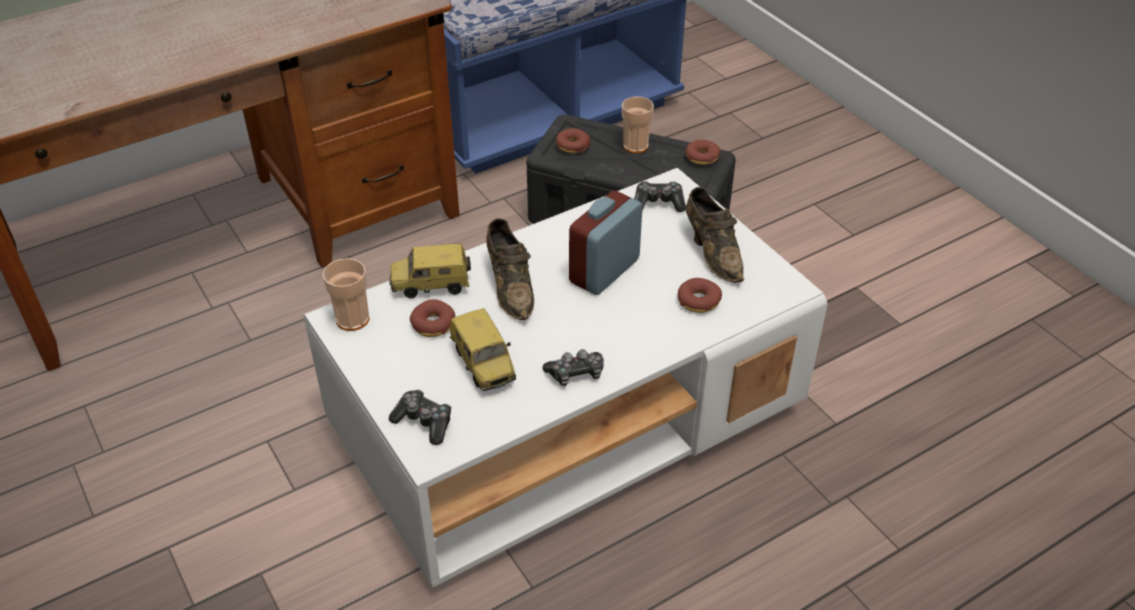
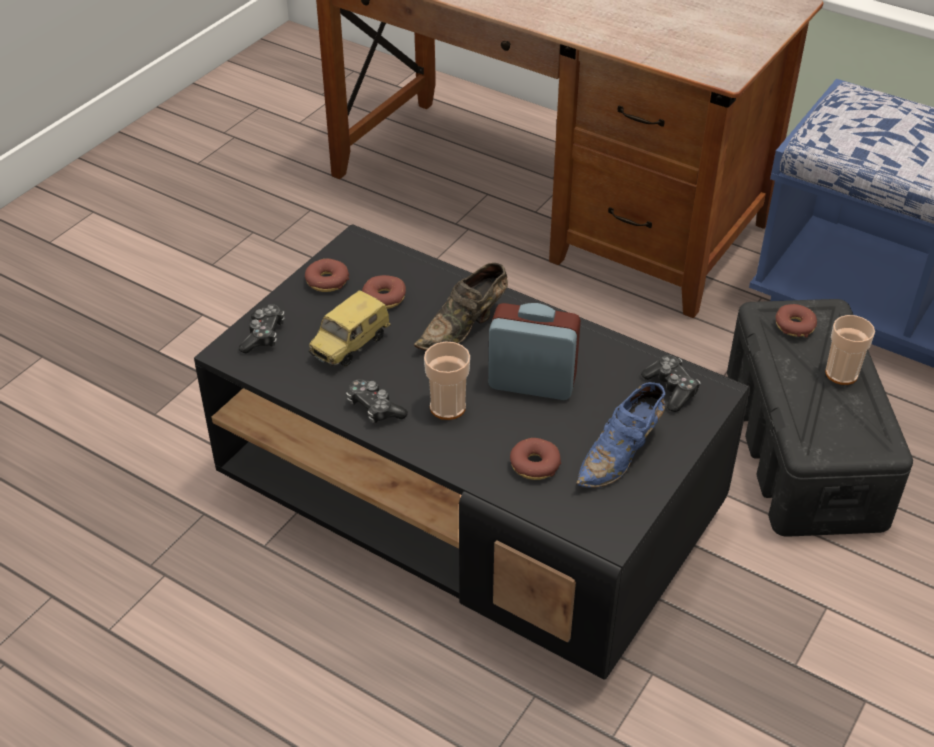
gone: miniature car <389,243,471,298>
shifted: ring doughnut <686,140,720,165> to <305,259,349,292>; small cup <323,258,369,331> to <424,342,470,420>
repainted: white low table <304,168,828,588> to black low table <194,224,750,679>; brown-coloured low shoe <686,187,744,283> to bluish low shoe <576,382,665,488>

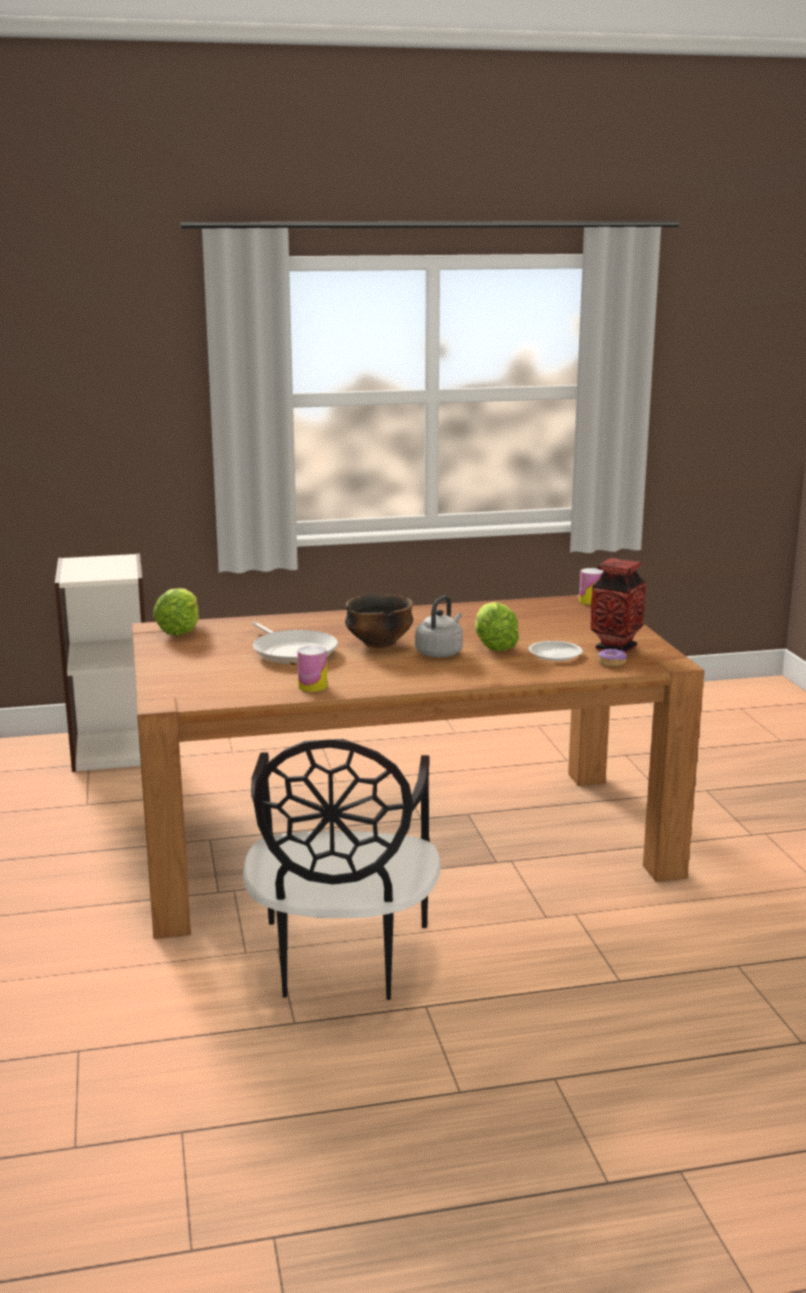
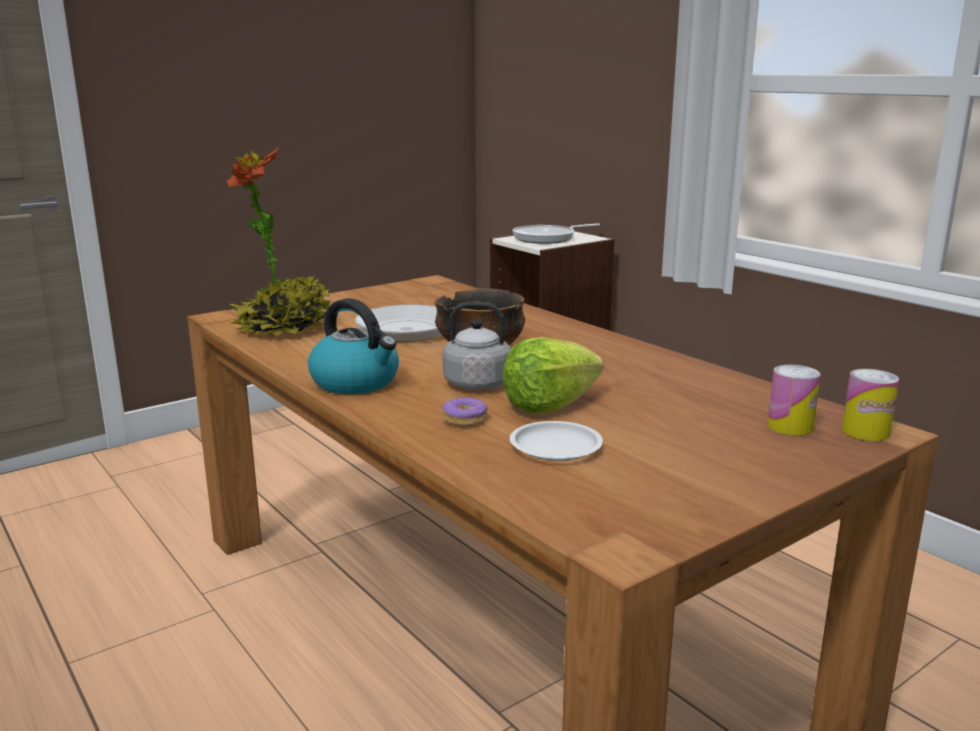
gone: head of lettuce <153,588,199,636>; black plain chair <243,739,441,1000>; flower vase <591,558,646,653>
new: potted plant <226,148,331,336>; kettle <308,298,399,394>; pan <513,224,600,244>
shifted: ring doughnut <598,649,627,667> to <443,397,488,427>; sealed can <297,646,327,692> to <768,365,821,436>

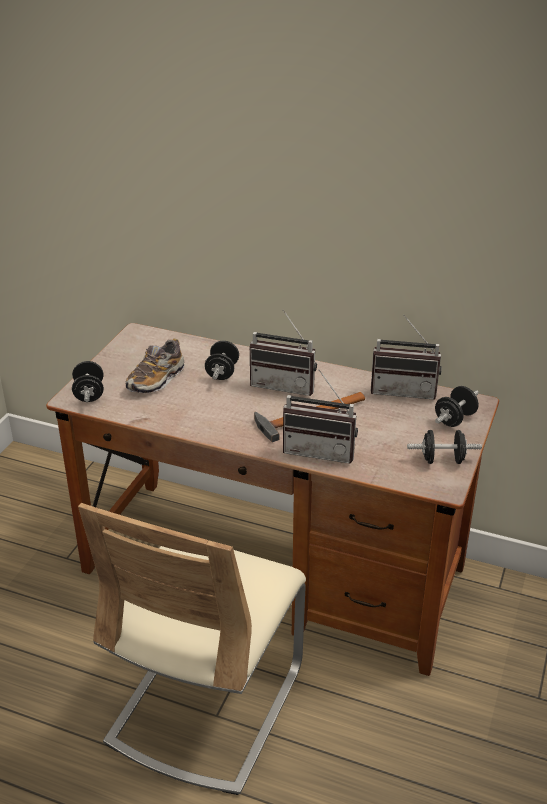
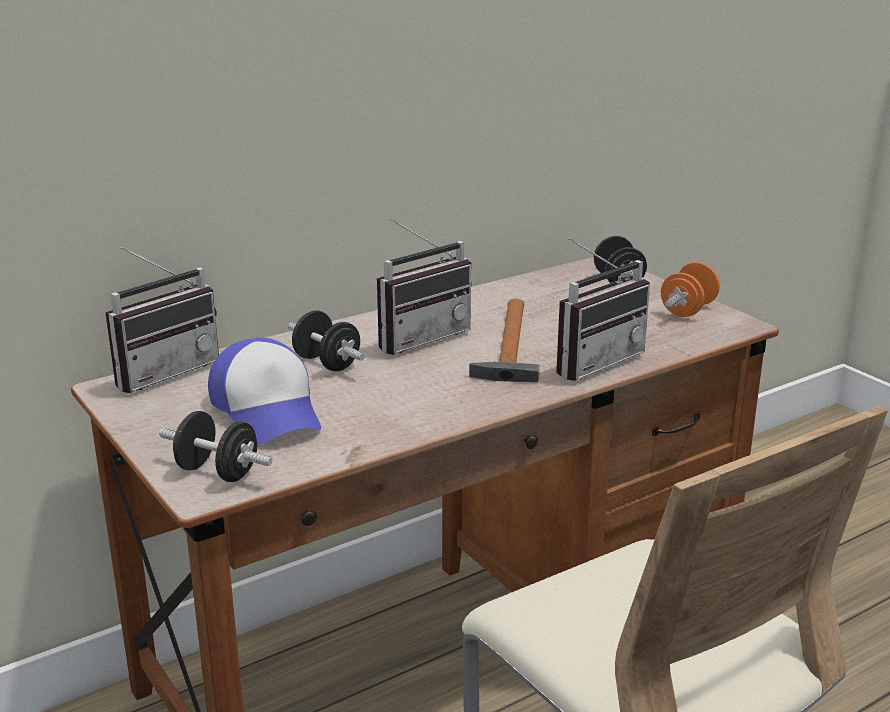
shifted: radio receiver <370,315,442,400> to <105,247,219,393>
swapped: low shoe <126,338,185,393> to cap <208,338,321,445>
repainted: black dumbbell <407,430,482,464> to orange dumbbell <661,262,720,317>

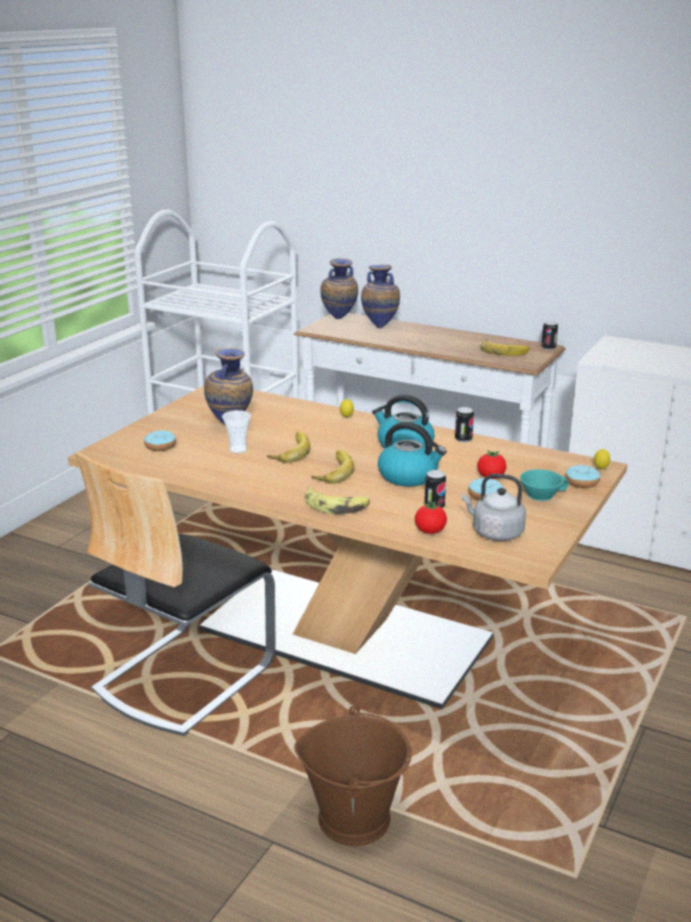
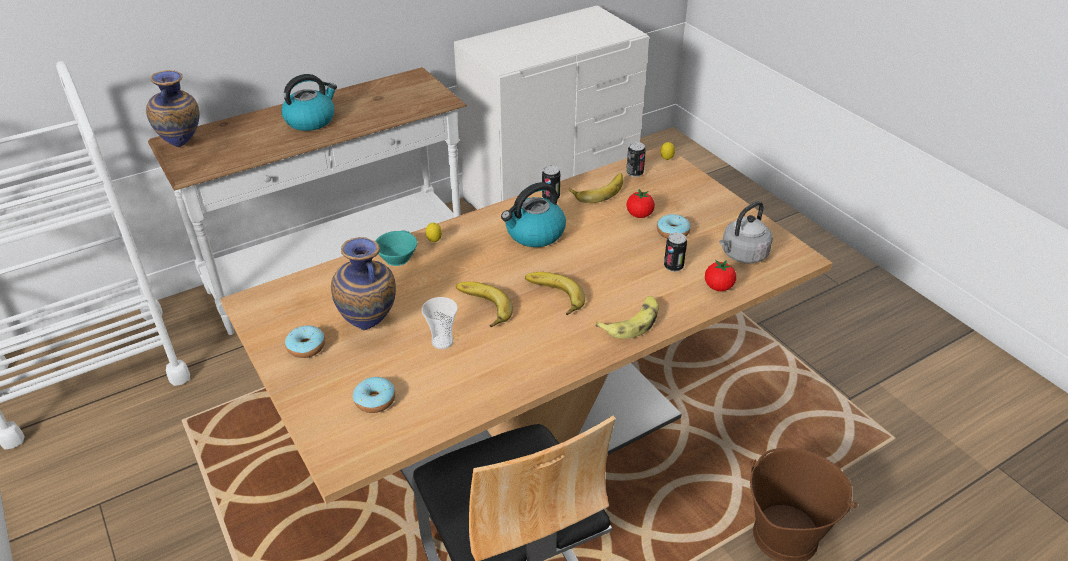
gone: flower vase <361,265,400,328>
shifted: kettle <378,422,446,486> to <281,74,337,131>; ring doughnut <565,465,600,488> to <285,326,325,358>; blue-green small cup <520,469,569,501> to <375,230,417,266>; banana fruit <480,340,529,356> to <569,173,623,203>; sealed can <541,321,558,350> to <626,142,646,177>

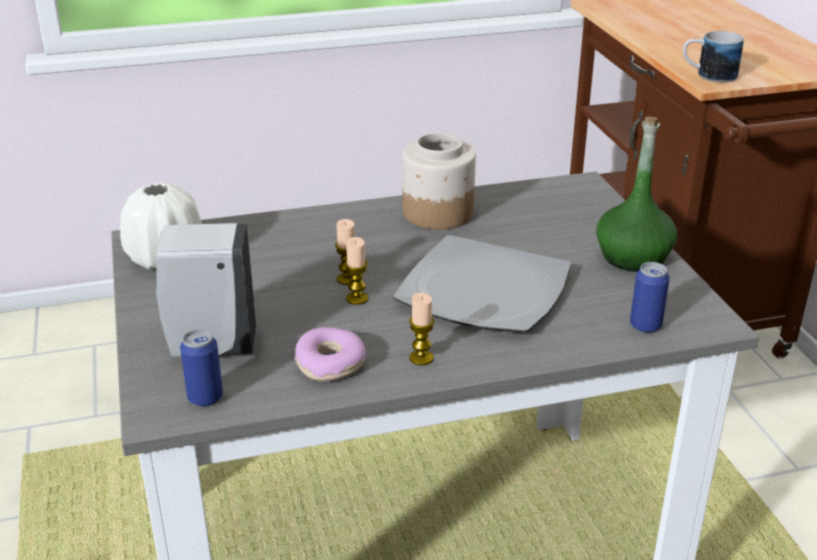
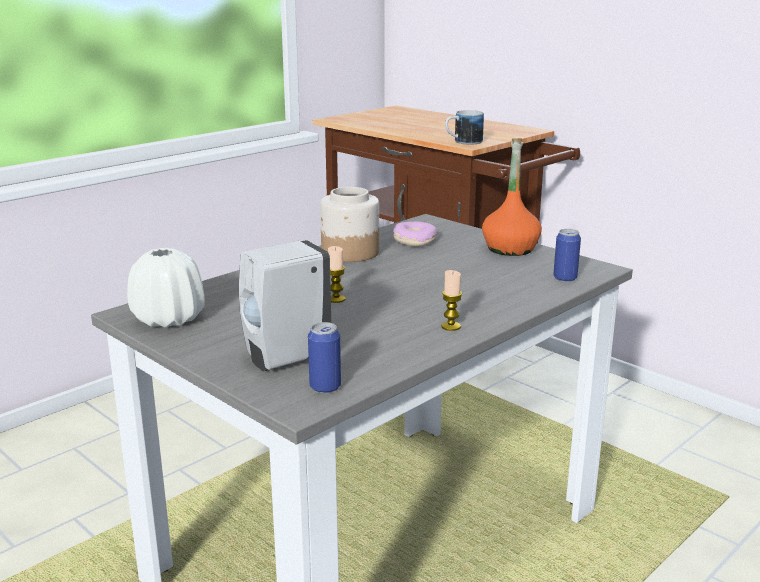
gone: wax candle <345,237,368,305>; plate <393,235,571,333>
shifted: ring doughnut <294,327,366,382> to <393,222,437,247>
repainted: greenish drink bottle <596,117,677,272> to orange drink bottle <482,138,542,256>

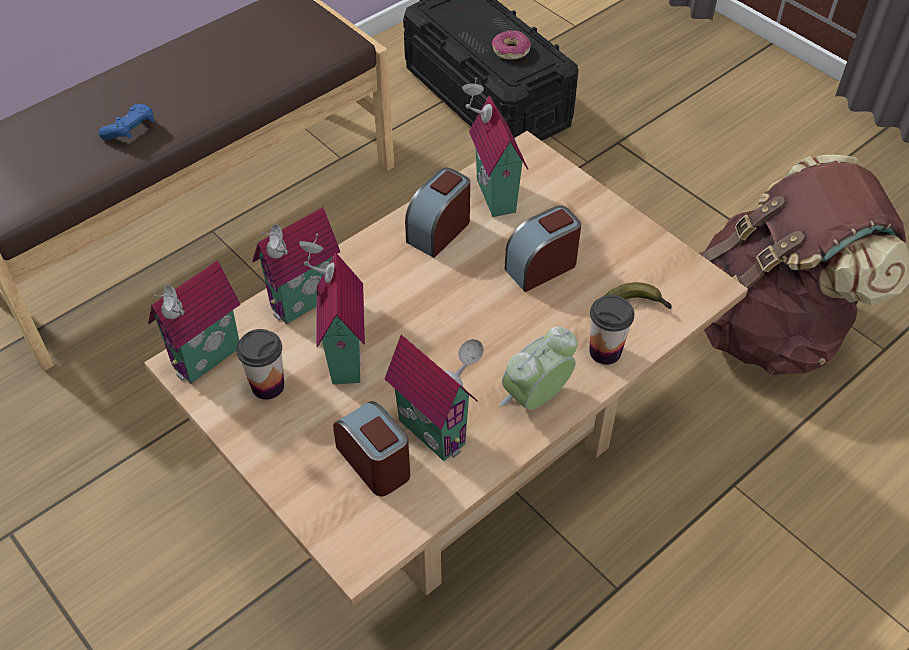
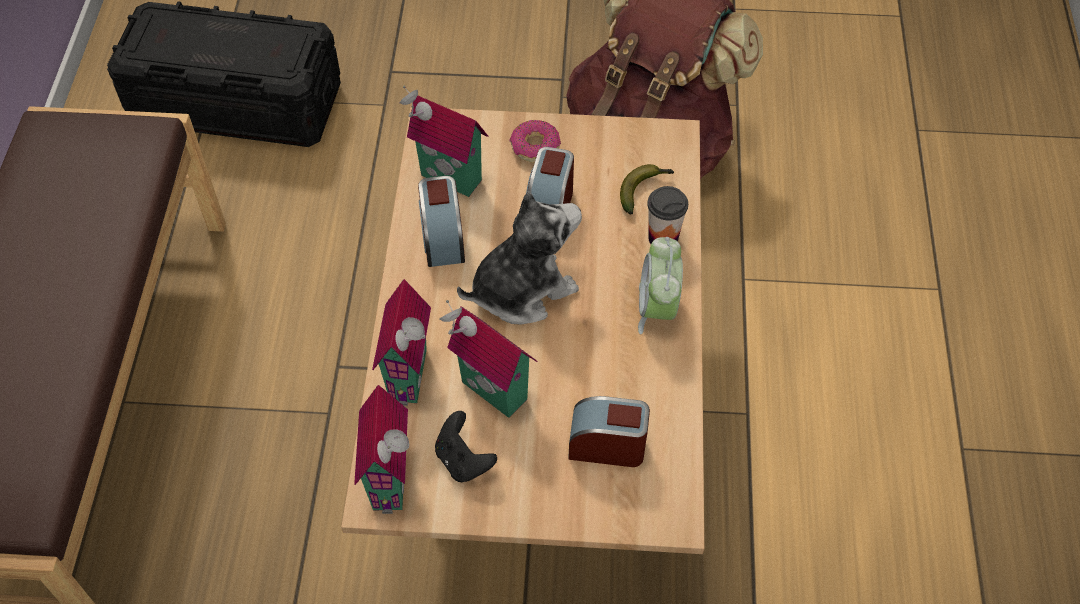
gone: bluish game controller <99,104,154,140>; toy house <385,334,484,461>
new: soft toy <457,191,582,325>
shifted: ring doughnut <492,30,531,60> to <510,120,561,163>
swapped: small cup <236,329,284,400> to black game controller <435,411,497,482>

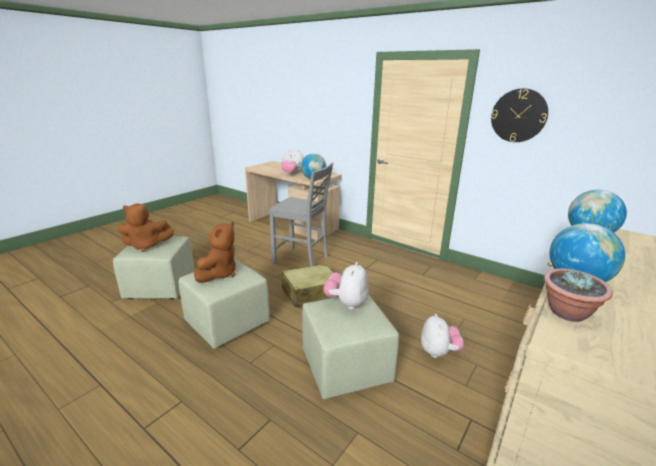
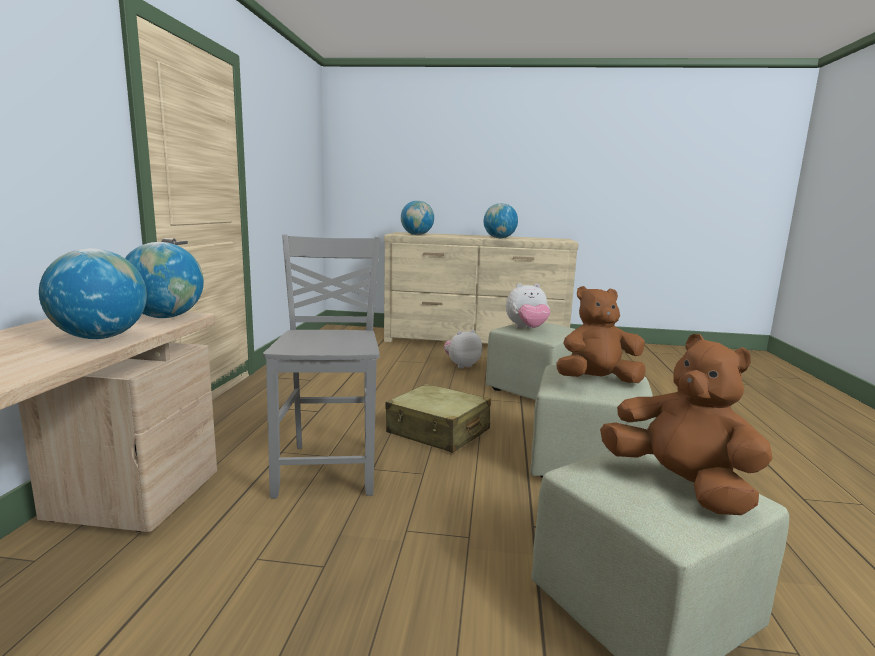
gone: wall clock <491,88,548,142>; potted plant <544,268,613,322>
swapped: soft toy <281,149,304,174> to globe <39,248,147,339>

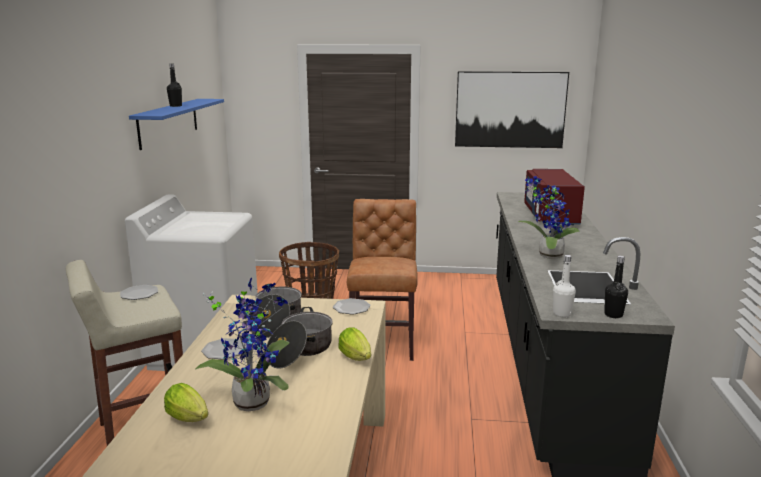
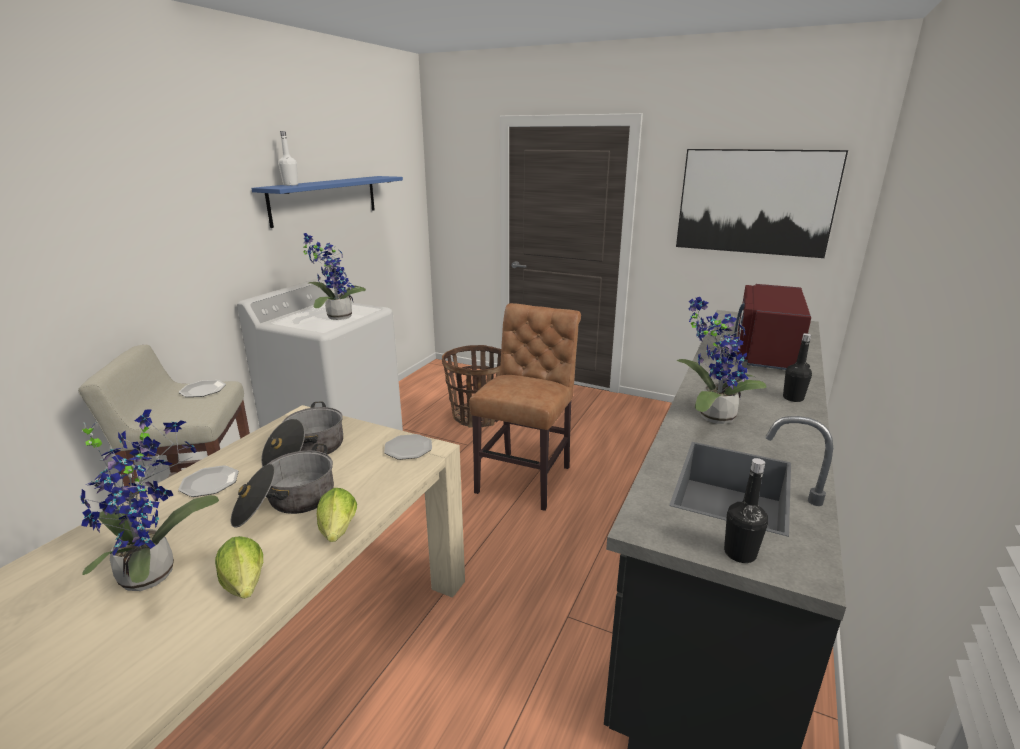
new: potted plant <303,233,366,320>
shifted: head of lettuce <164,383,208,422> to <215,536,263,599>; white drink bottle <553,255,576,317> to <278,131,298,186>; black drink bottle <167,63,182,107> to <783,333,812,402>

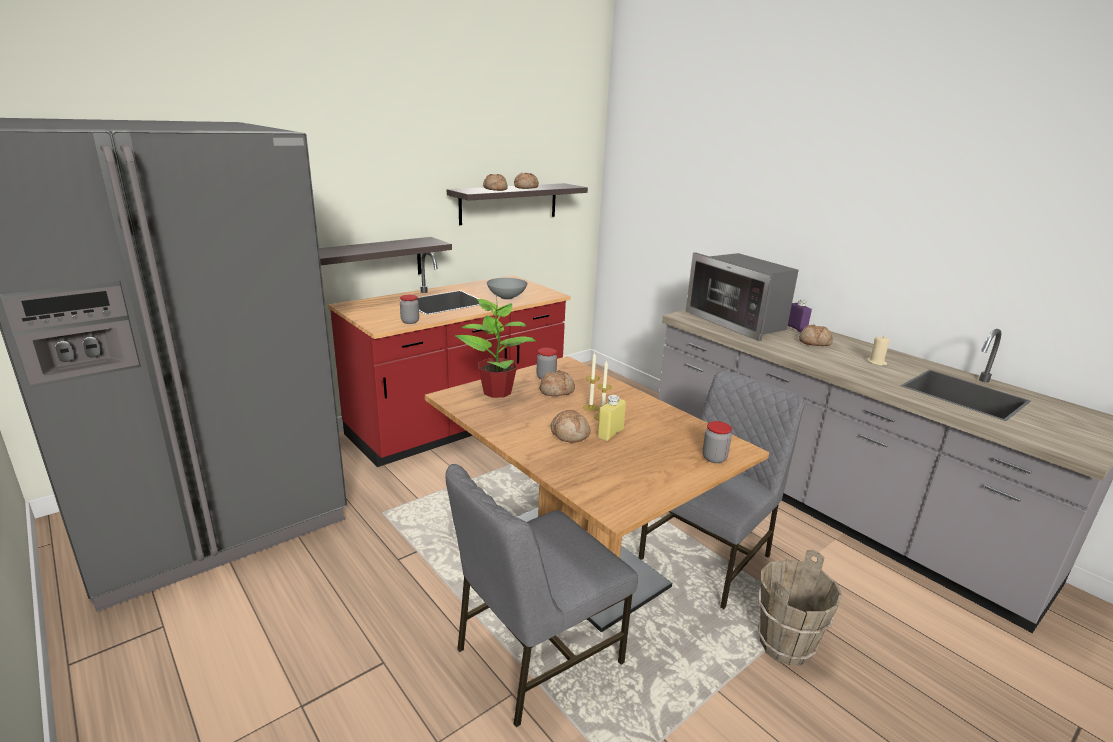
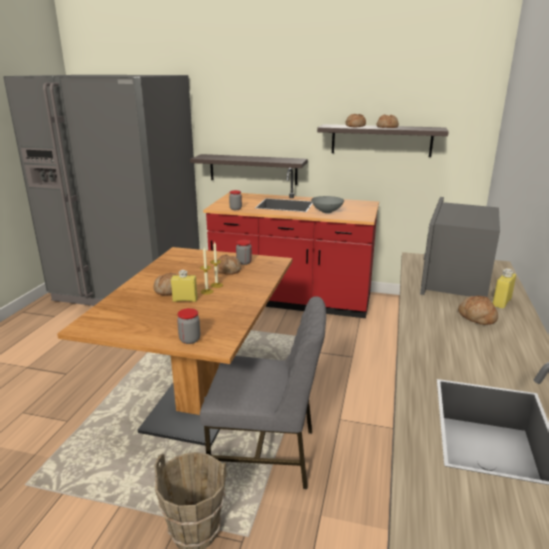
gone: greyish plain chair <445,464,638,727>; potted plant <455,293,536,398>; beige-coloured wax candle <867,336,890,366>
repainted: purple drink bottle <788,299,812,333> to yellow drink bottle <493,268,516,309>

